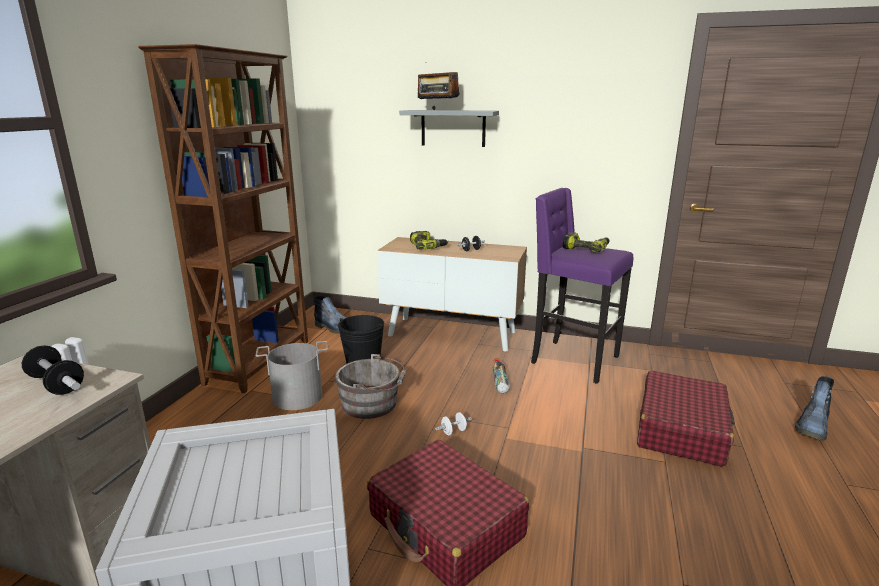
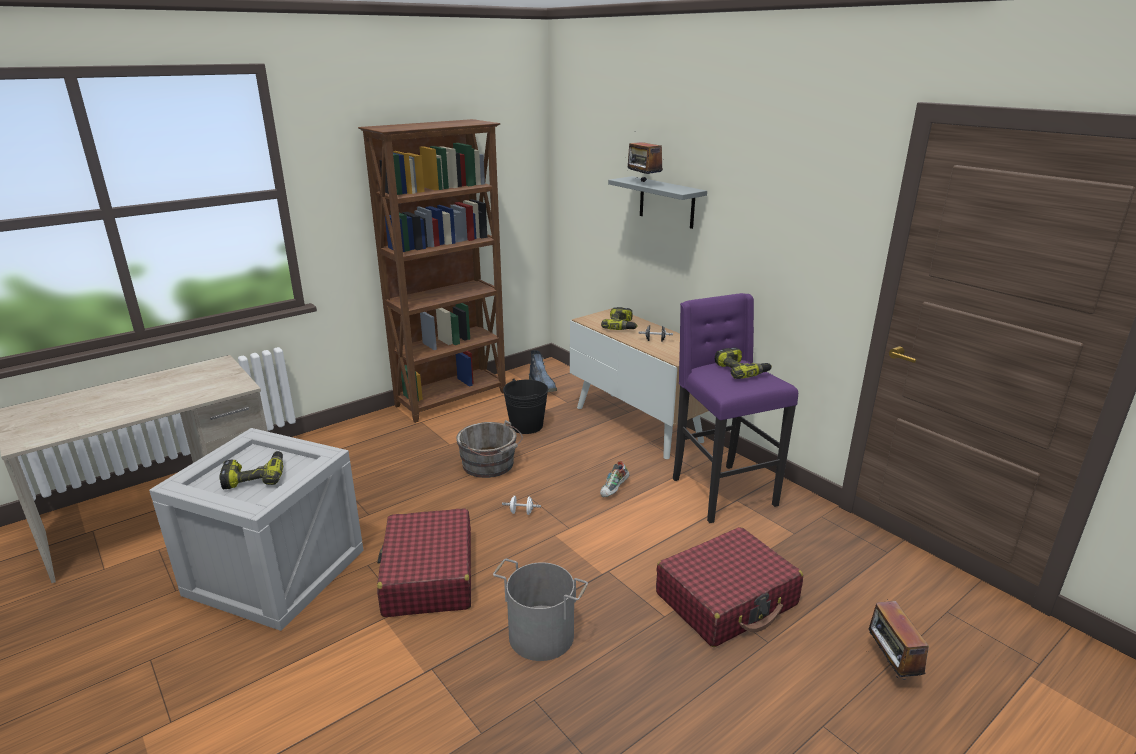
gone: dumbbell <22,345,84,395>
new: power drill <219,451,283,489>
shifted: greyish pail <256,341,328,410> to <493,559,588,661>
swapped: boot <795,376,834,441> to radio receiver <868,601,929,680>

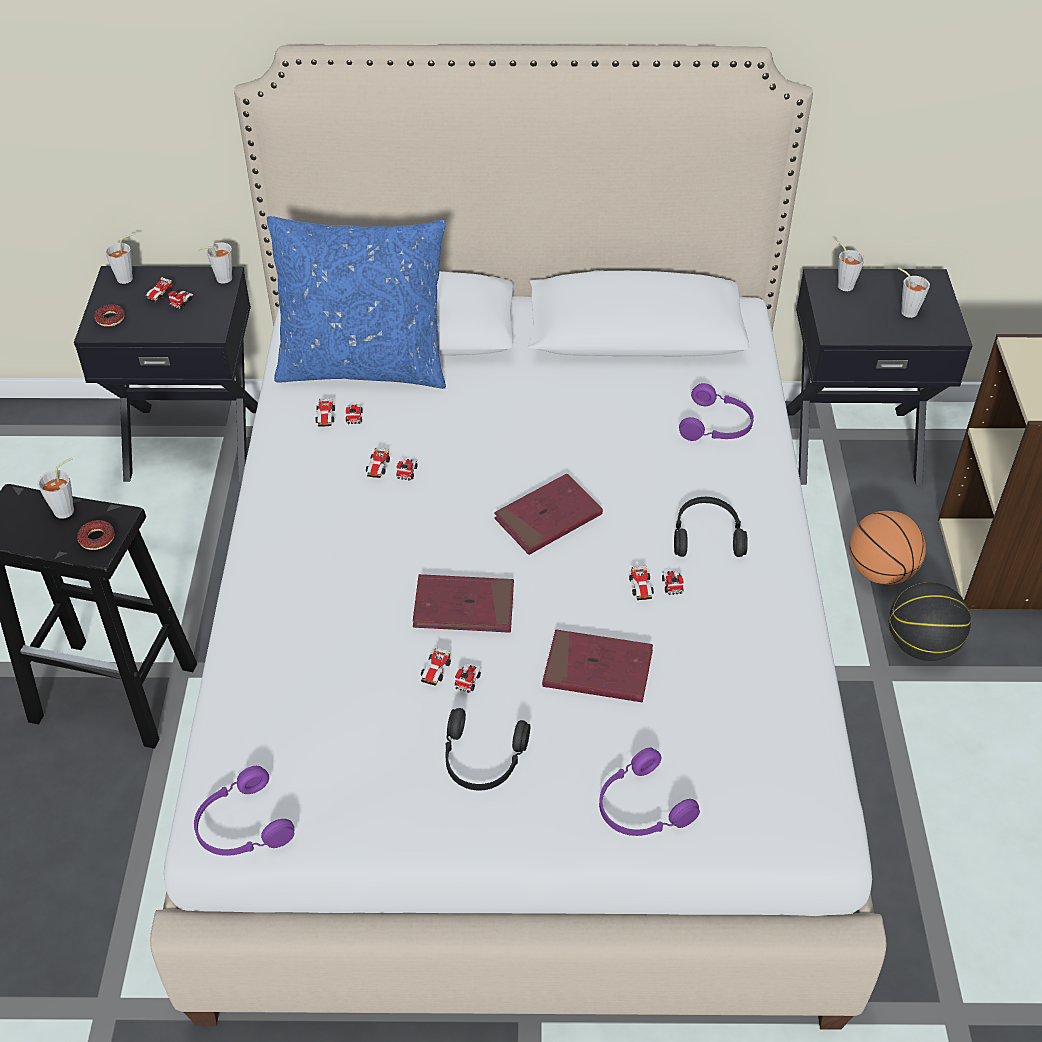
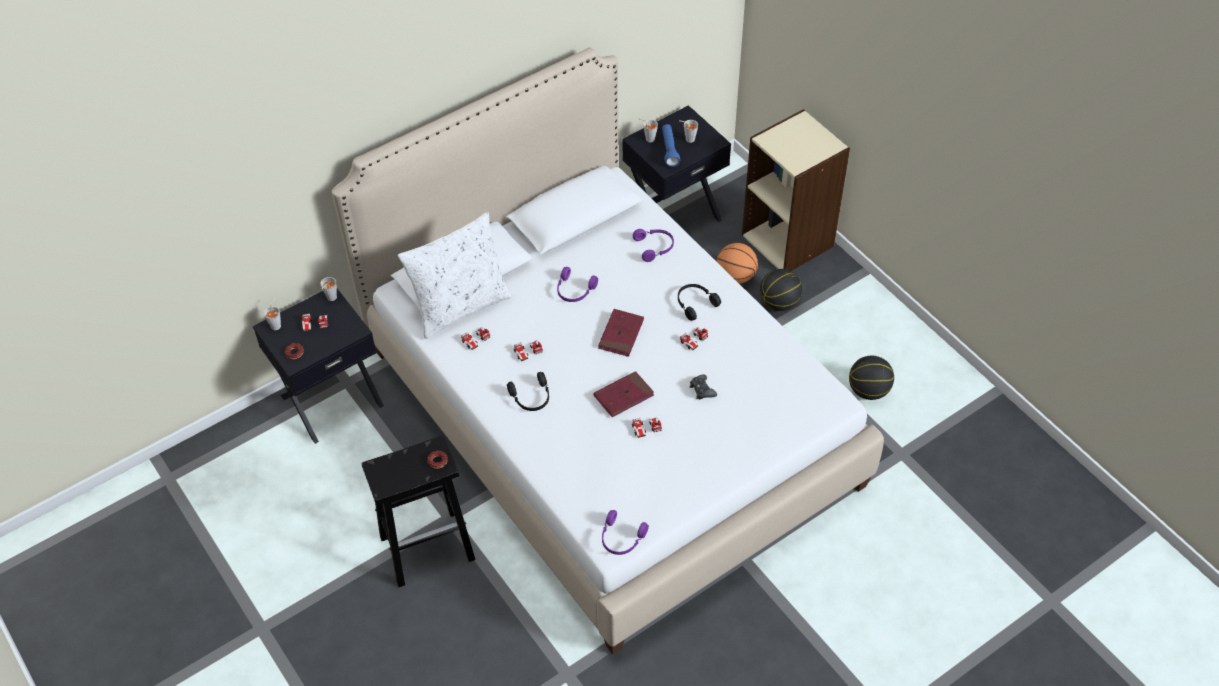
gone: greyish small cup <37,458,74,519>
new: bluish torch <662,124,680,167>; basketball <849,356,894,400>
shifted: black headset <445,708,530,791> to <507,372,549,411>; purple headset <599,747,700,836> to <557,267,598,302>
swapped: red bound book <542,630,653,702> to black game controller <690,374,717,399>
repainted: bluish pillow <267,216,446,389> to white pillow <398,212,513,339>

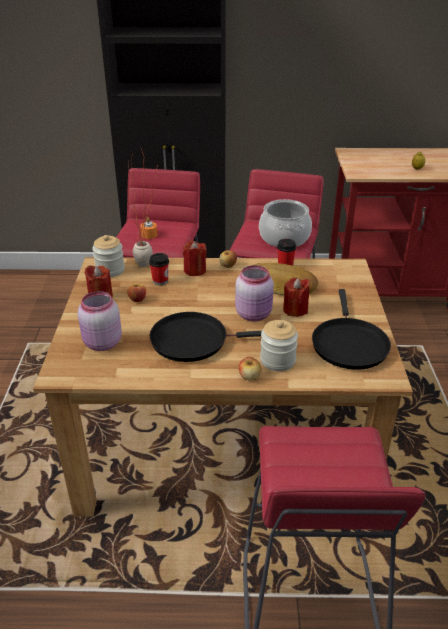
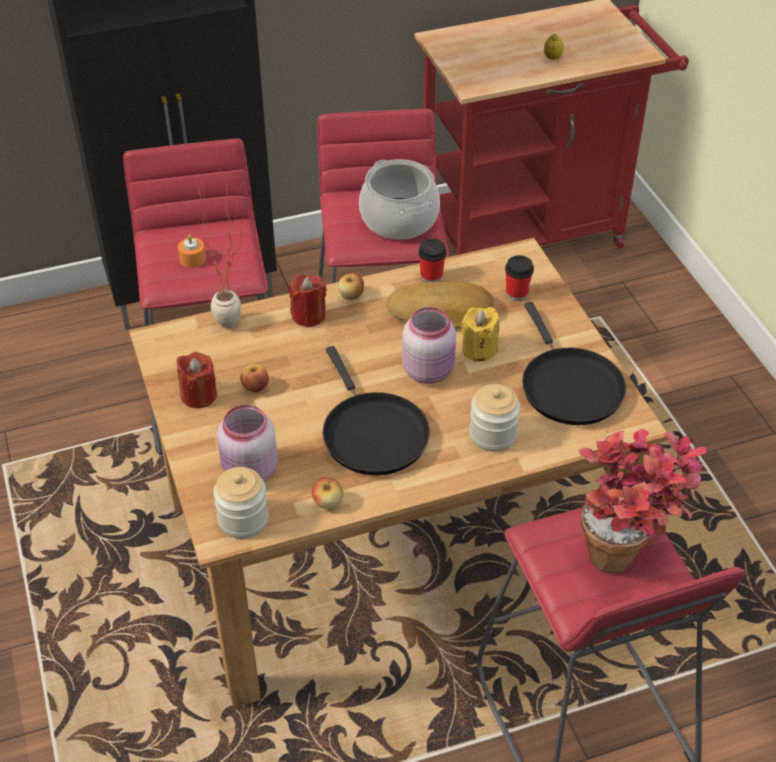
new: potted plant <578,429,707,574>
shifted: preserve jar <92,235,125,277> to <213,467,269,539>; whole apple <239,357,261,381> to <312,477,343,509>; small cup <149,253,169,285> to <505,255,534,301>
repainted: red wax candle <283,278,310,317> to yellow wax candle <461,307,499,362>
rotated: black pan <150,312,262,362> = <322,346,430,475> 90 degrees counterclockwise

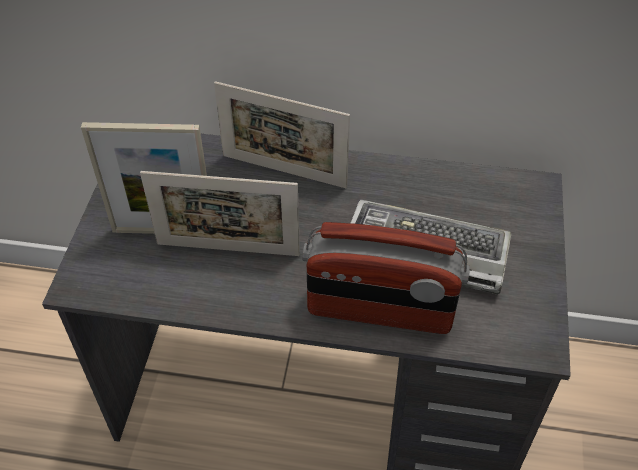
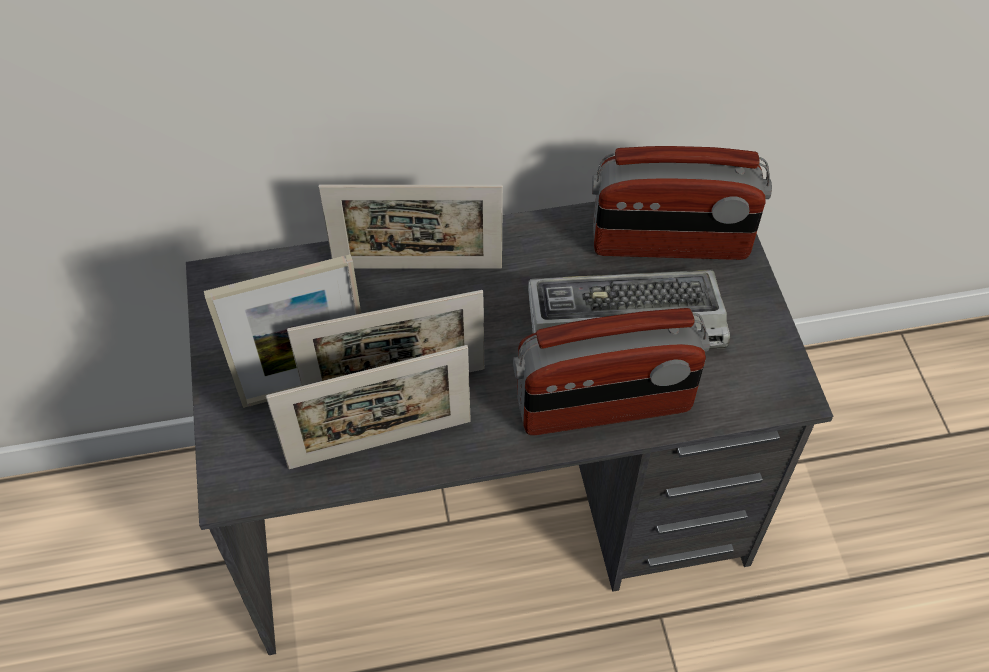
new: standing frame <266,345,471,469>; radio receiver <592,146,772,260>

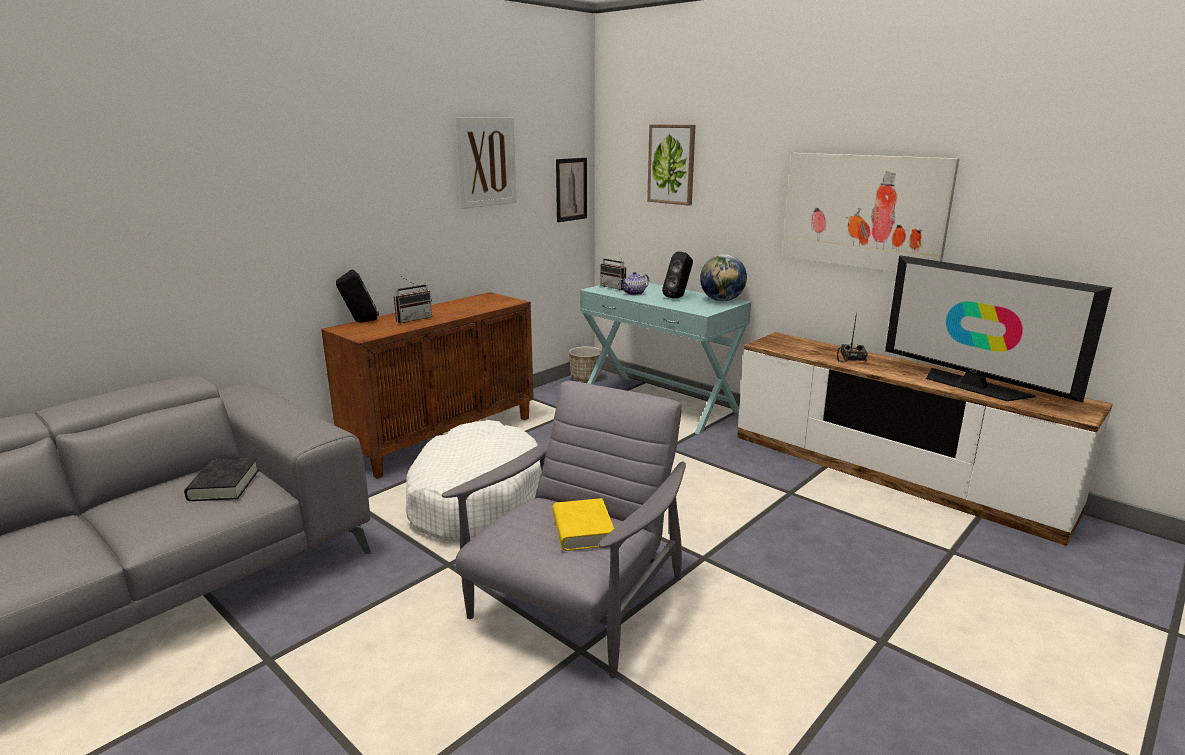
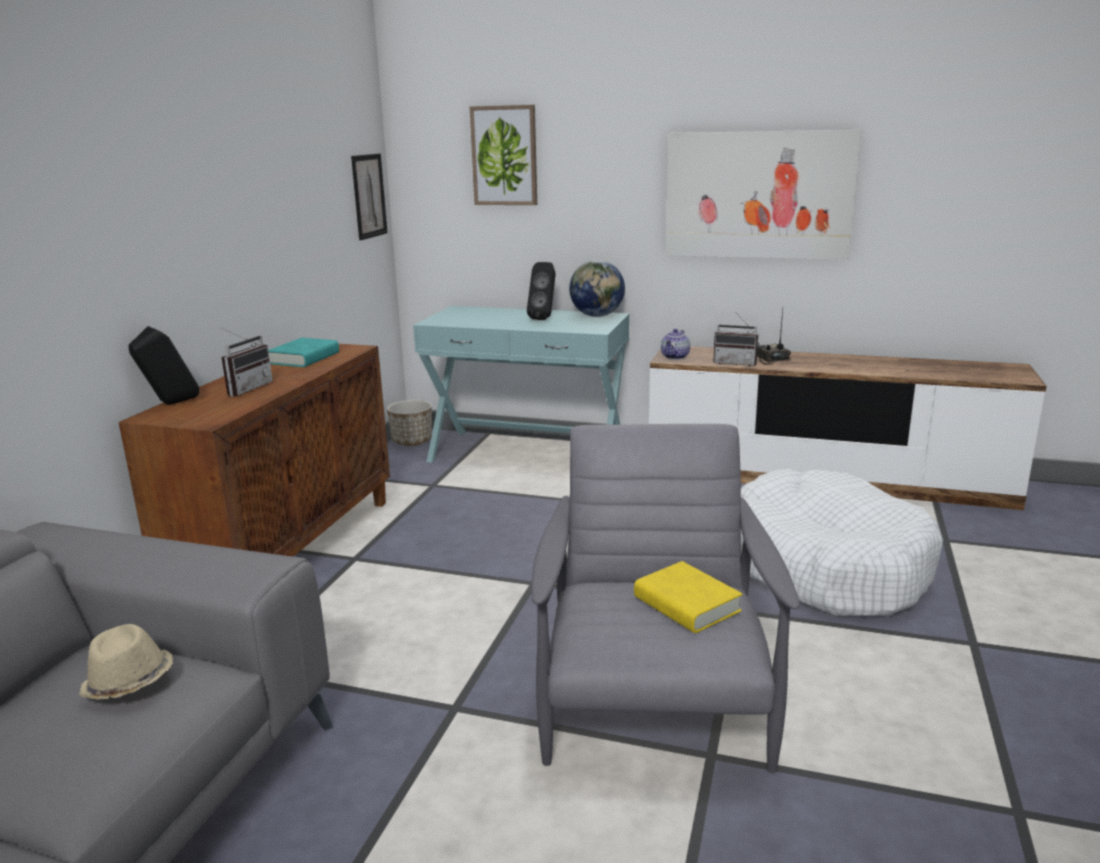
gone: wall art <456,117,517,209>; TV <885,255,1112,402>
new: blue-green bound book <268,338,339,367>
shifted: teapot <620,272,649,295> to <661,329,690,360>; radio receiver <600,251,626,290> to <713,311,759,366>; white pet bed <406,420,542,542> to <741,469,943,616>
swapped: black bound book <184,458,259,501> to beige-coloured wearable hat <78,624,173,700>

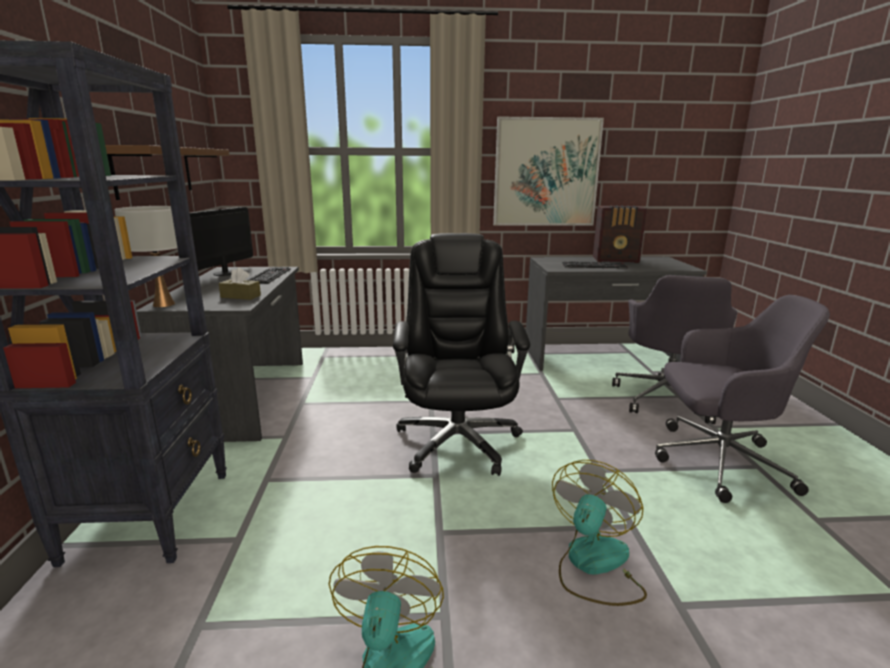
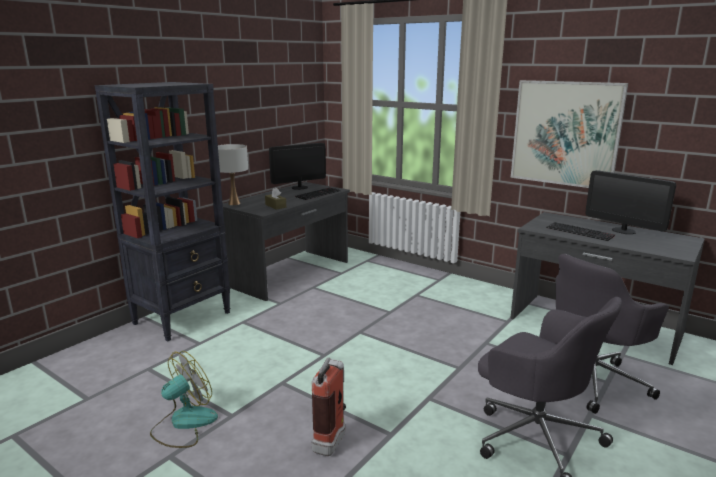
gone: brown-coloured shelf <105,145,229,200>; black computer chair <393,233,530,476>
swapped: electric fan <552,460,647,606> to fire-fighting cylinder <312,358,346,456>; radio receiver <593,205,647,263> to computer screen <585,170,676,234>

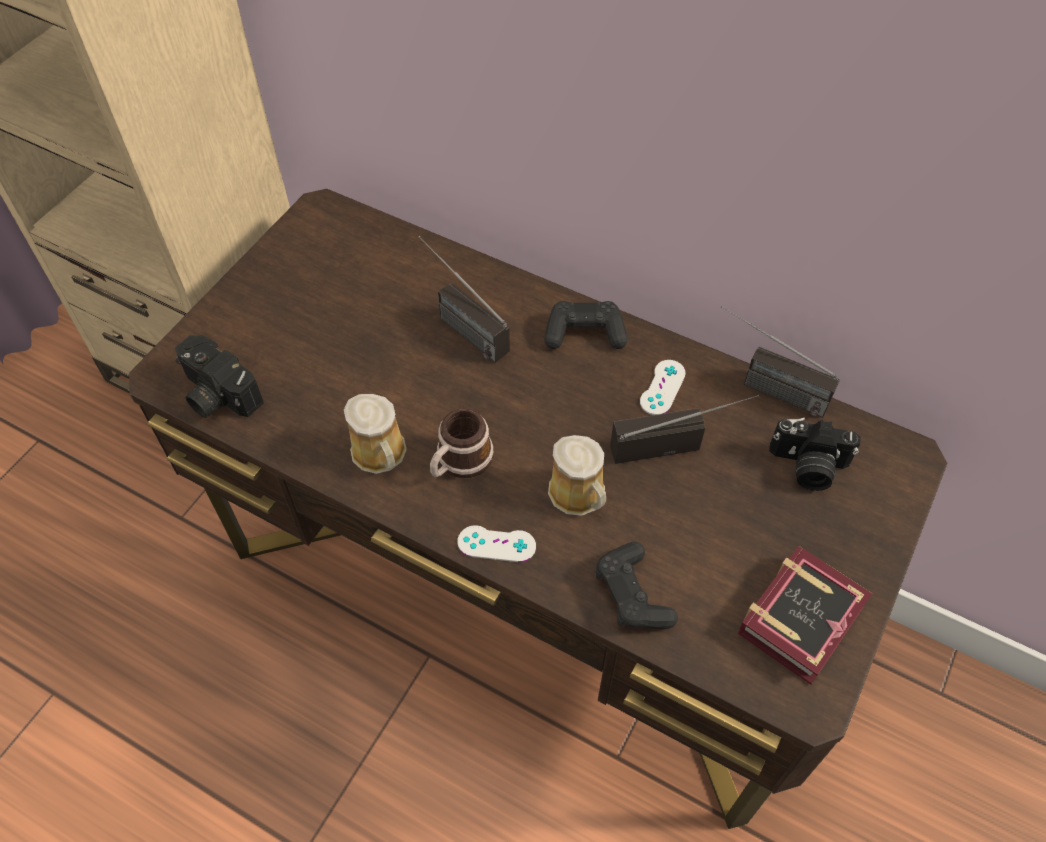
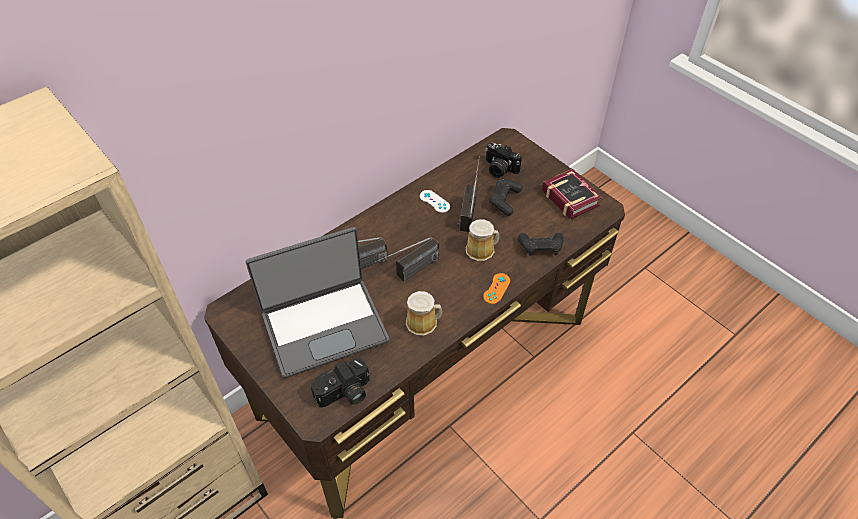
gone: coffee mug <430,409,493,479>
new: laptop <246,227,389,378>
shifted: radio receiver <721,306,840,418> to <375,237,439,281>; black game controller <544,301,628,349> to <489,179,523,216>
repainted: white game controller <457,525,536,562> to orange game controller <483,273,510,304>
rotated: still camera <769,418,861,491> = <486,143,522,178> 90 degrees clockwise

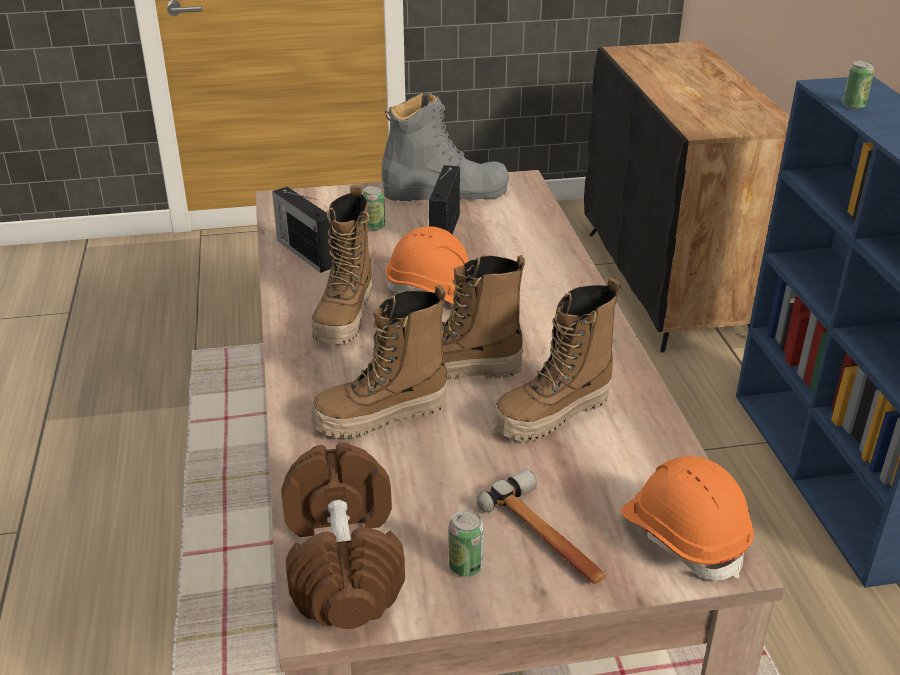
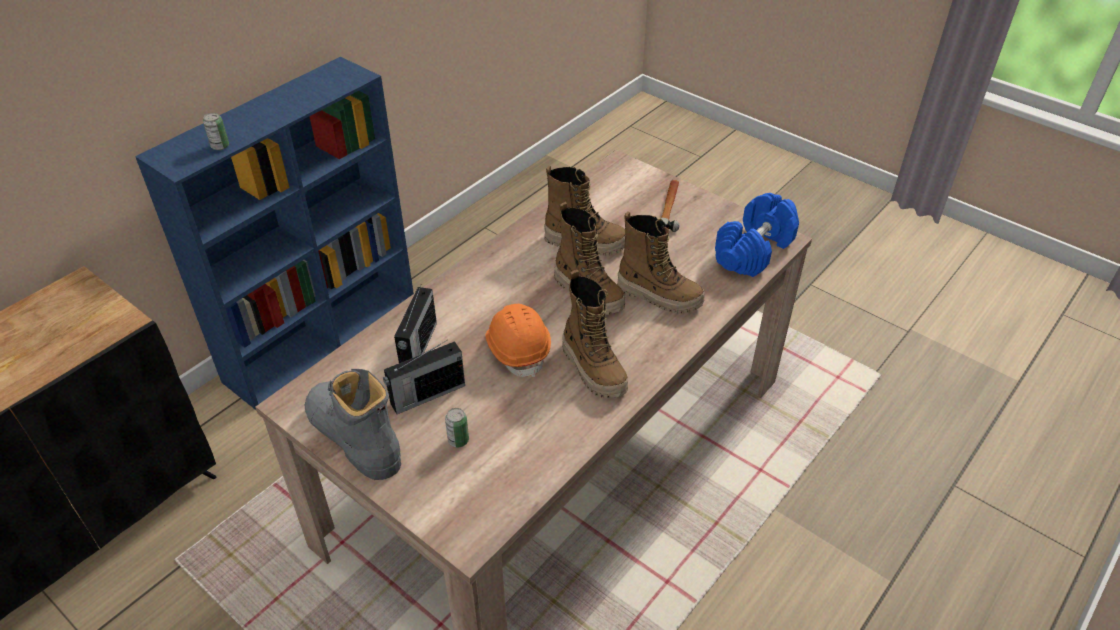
gone: sealed can <449,510,484,577>; orange hard hat <621,456,754,580>
shifted: radio receiver <272,187,332,273> to <394,285,437,363>
repainted: brown-coloured dumbbell <281,442,405,629> to bluish dumbbell <715,193,799,277>
rotated: boot <311,185,373,344> = <562,270,628,398> 90 degrees clockwise

